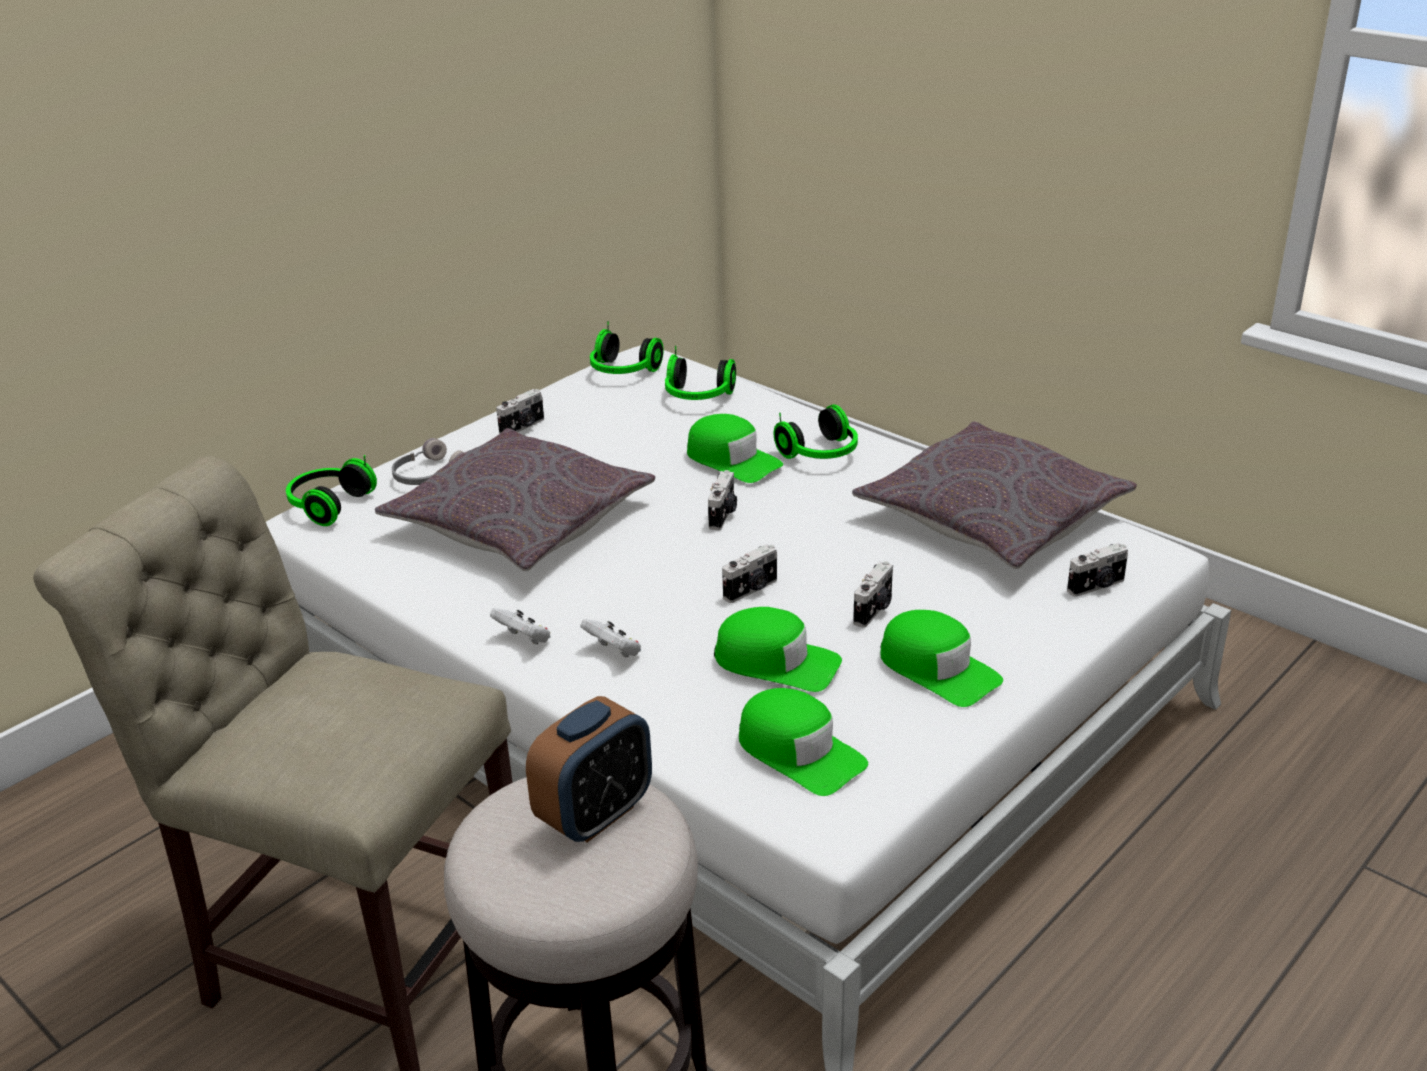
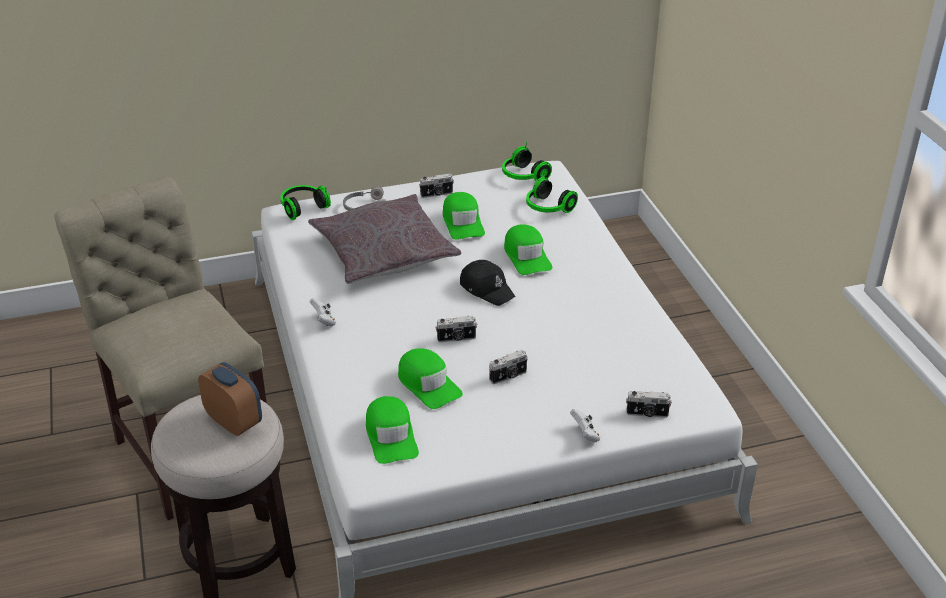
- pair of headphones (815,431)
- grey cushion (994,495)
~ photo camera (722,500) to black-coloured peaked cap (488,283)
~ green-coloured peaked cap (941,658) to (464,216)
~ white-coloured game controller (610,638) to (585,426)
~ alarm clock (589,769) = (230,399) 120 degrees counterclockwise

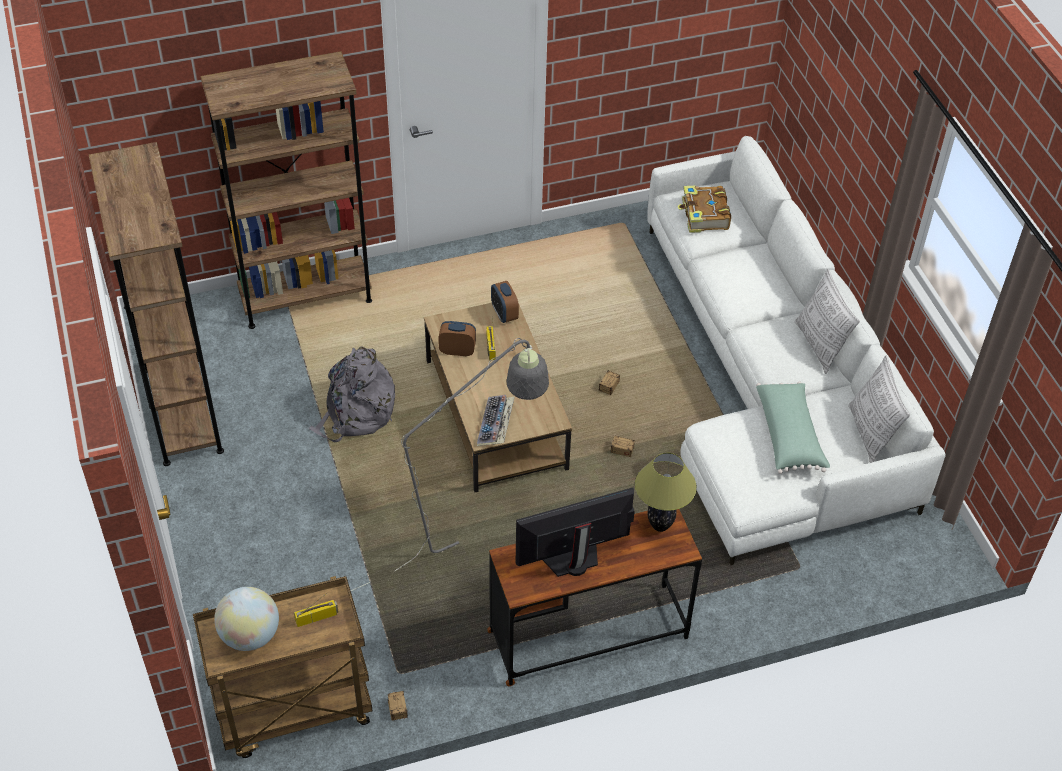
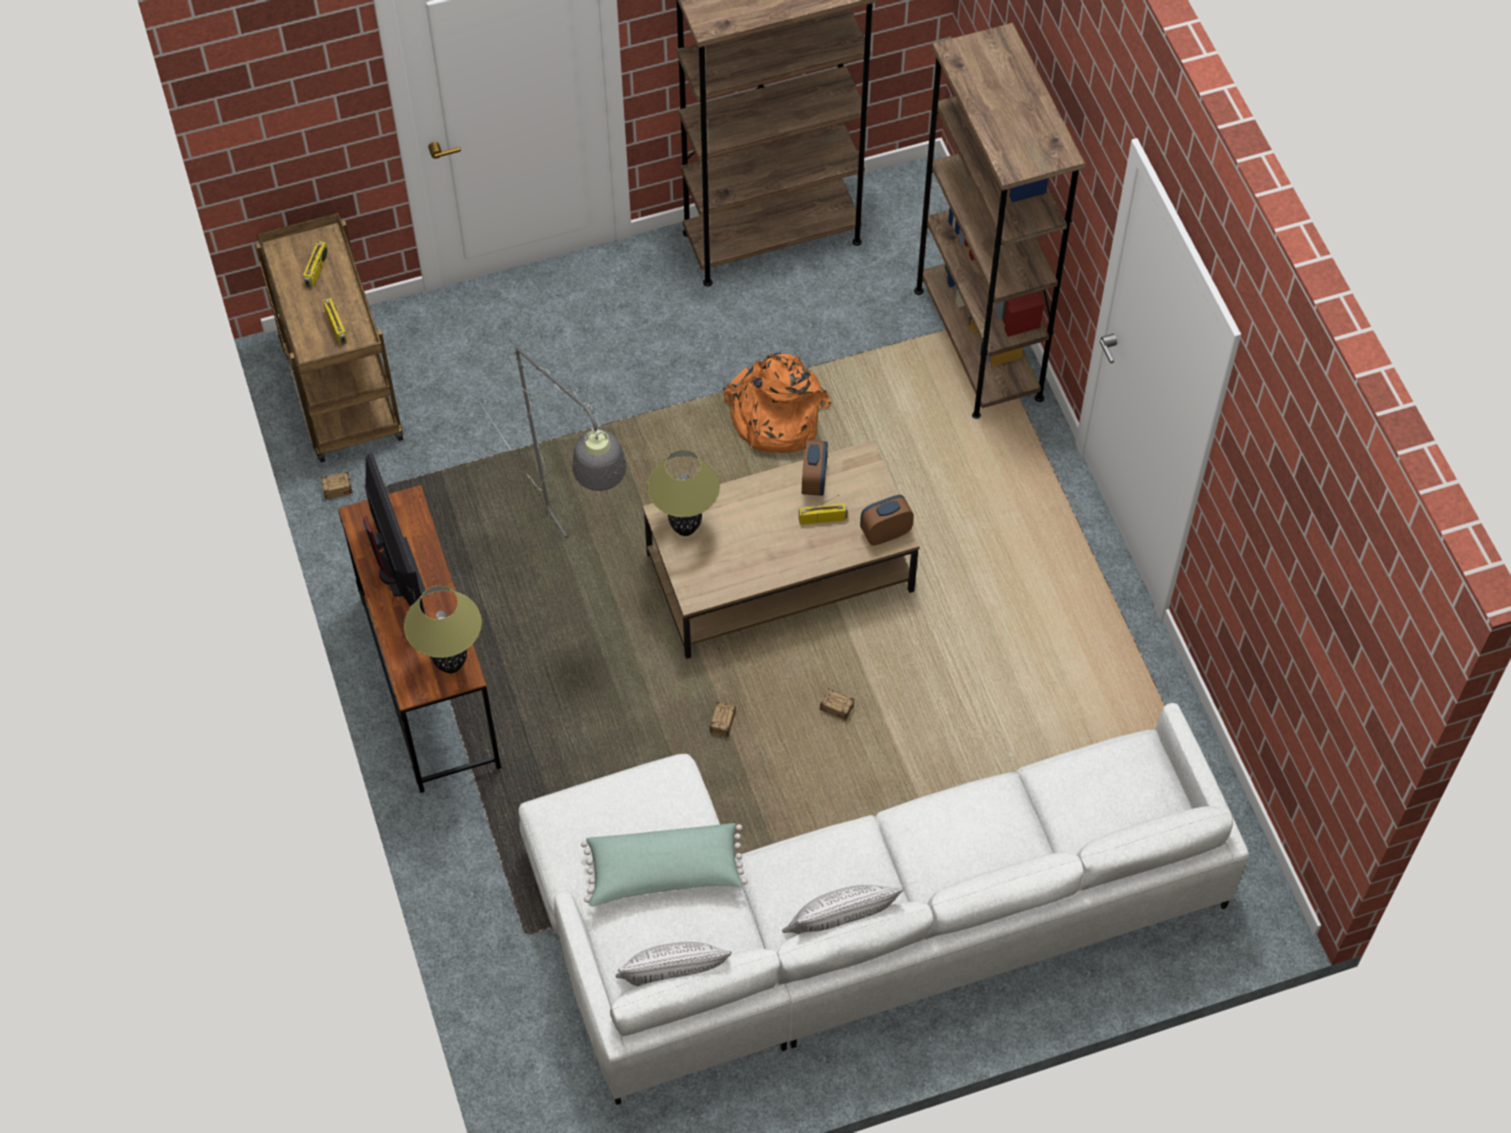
- bound book (704,209)
~ grey rucksack (352,394) to orange-coloured rucksack (777,403)
~ keyboard (496,420) to table lamp (684,493)
~ desk globe (246,619) to radio (315,264)

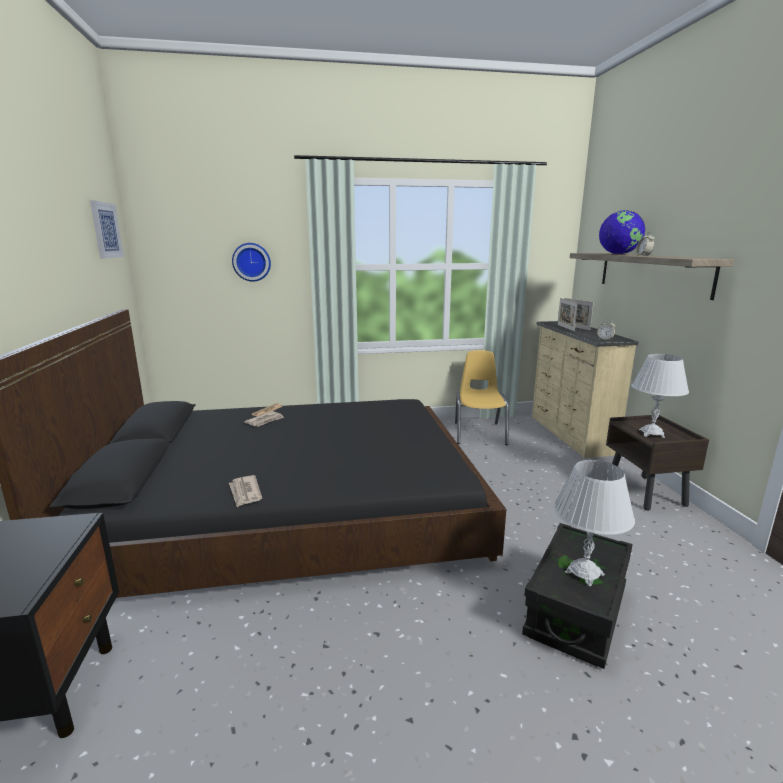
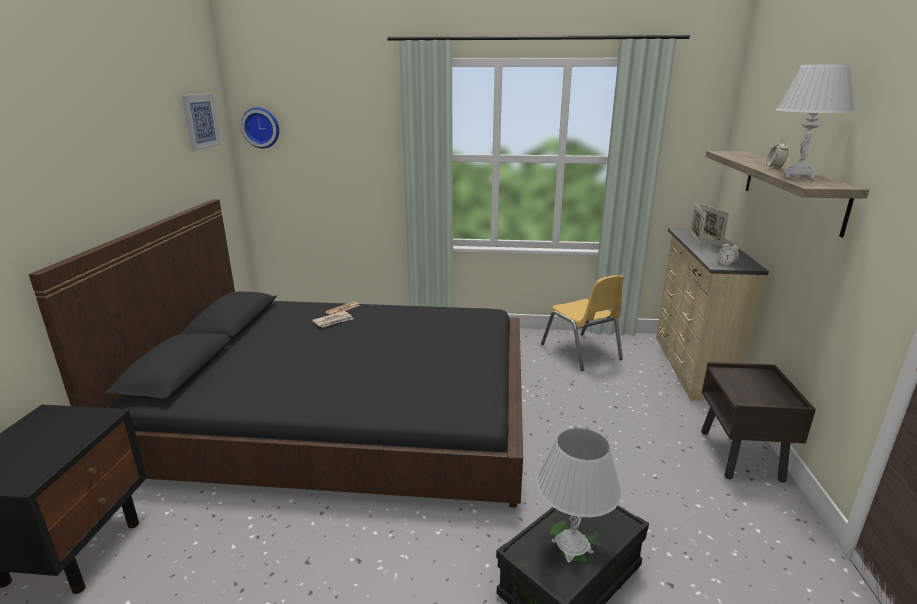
- desk globe (622,232)
~ clock on the wall (251,262) to (260,127)
~ yellow upright chair (482,397) = (582,323) 135 degrees clockwise
~ white-coloured table lamp (660,396) to (815,121)
- newspaper (245,491)

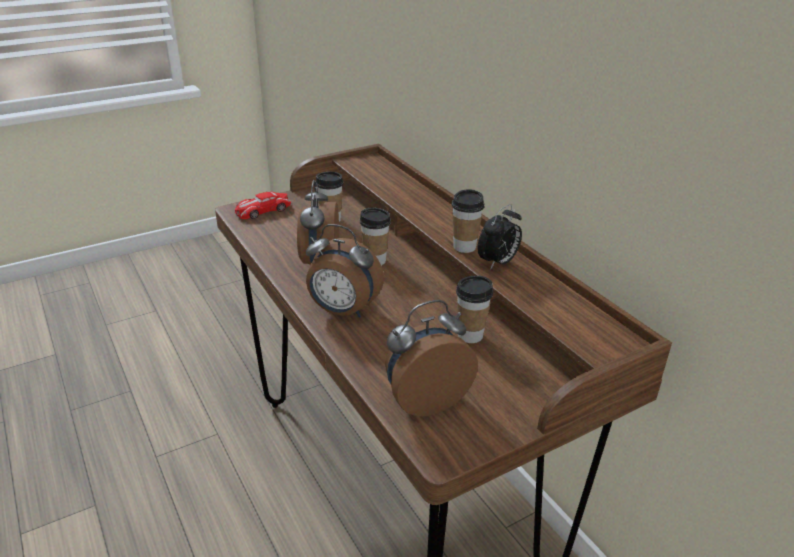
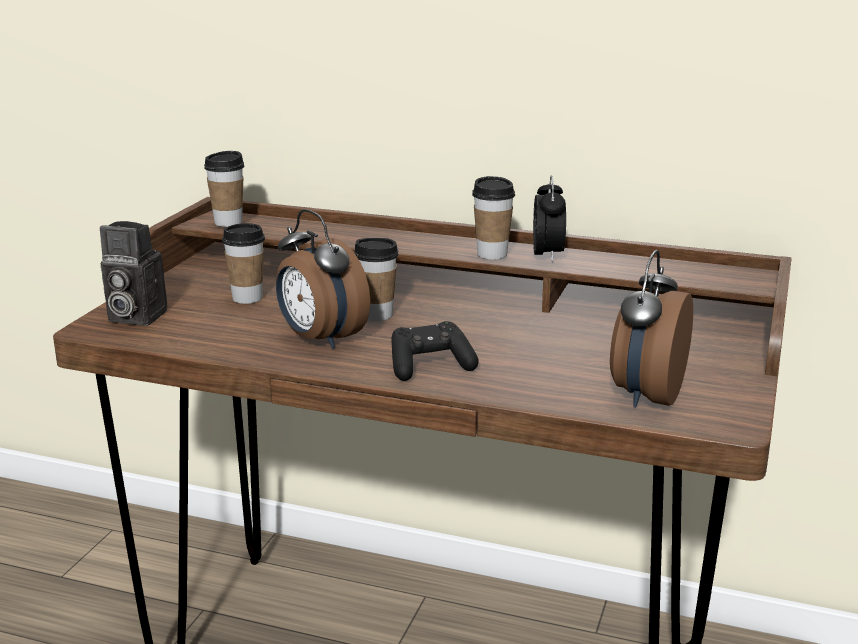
~ toy car (264,205) to photo camera (134,273)
~ alarm clock (345,271) to black-coloured game controller (435,351)
~ drinking cup (474,309) to (224,189)

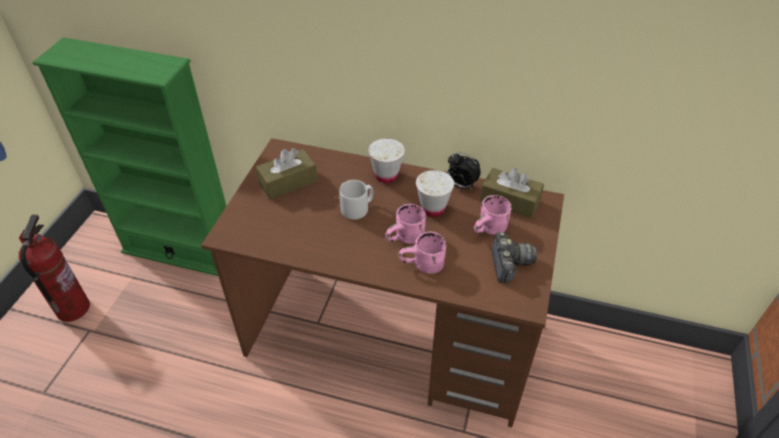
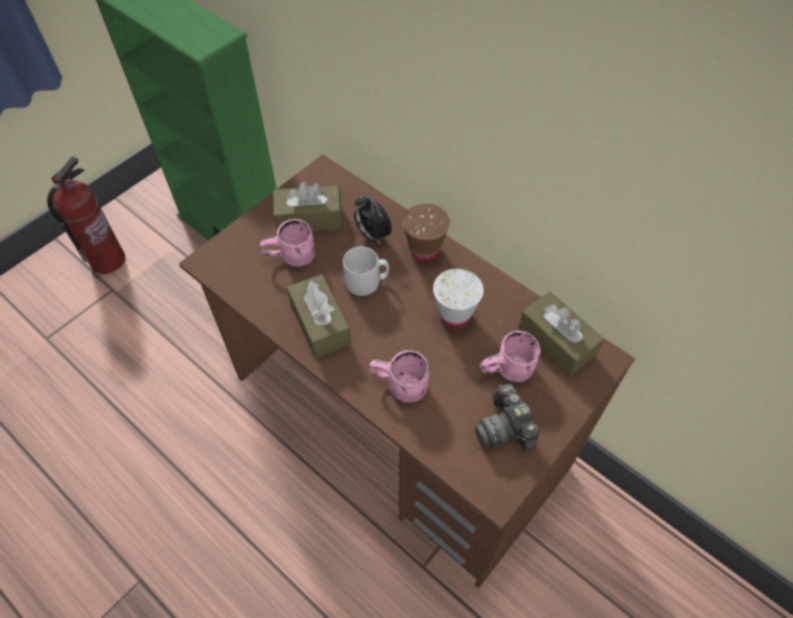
~ white-coloured drinking cup (386,160) to brown drinking cup (426,232)
~ alarm clock (464,171) to (373,220)
~ pink mug (405,224) to (287,243)
~ photo camera (514,257) = (507,416) 135 degrees clockwise
+ brown tissue holder (319,316)

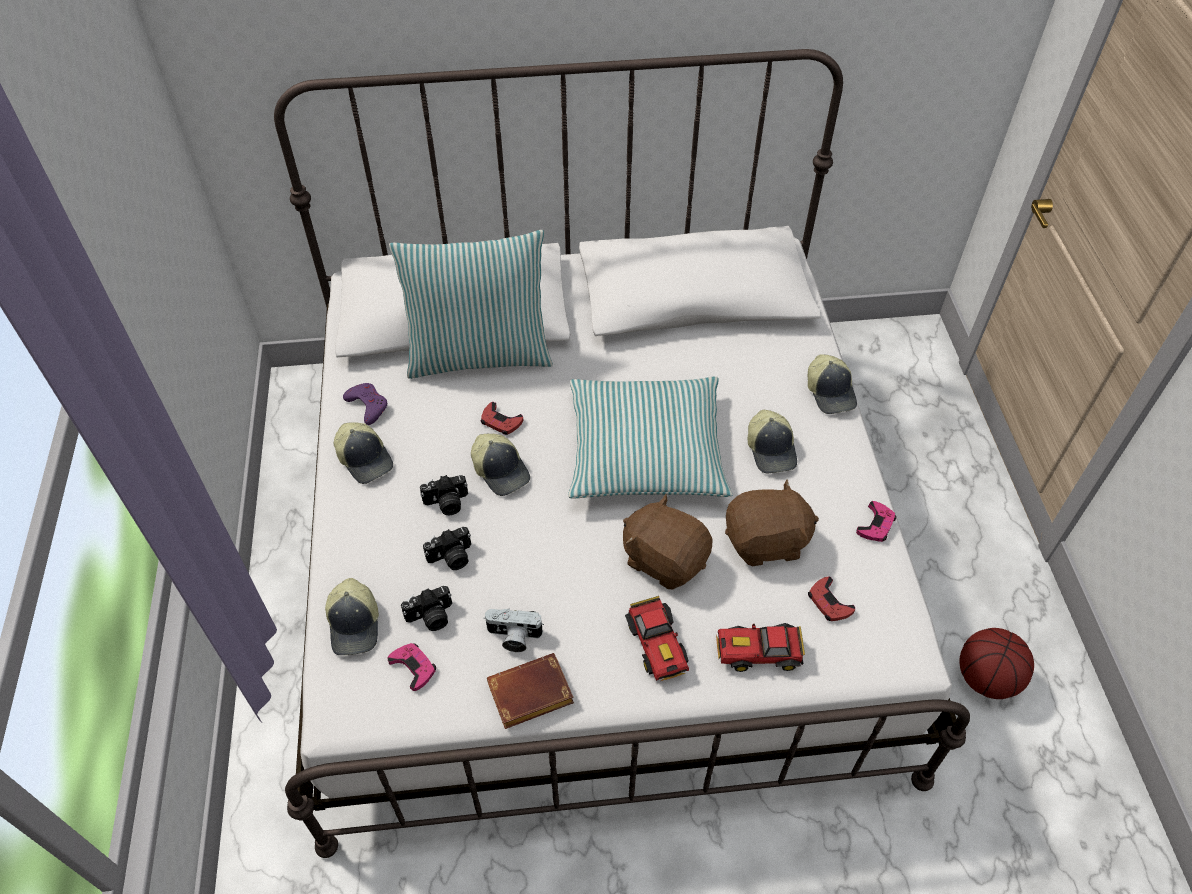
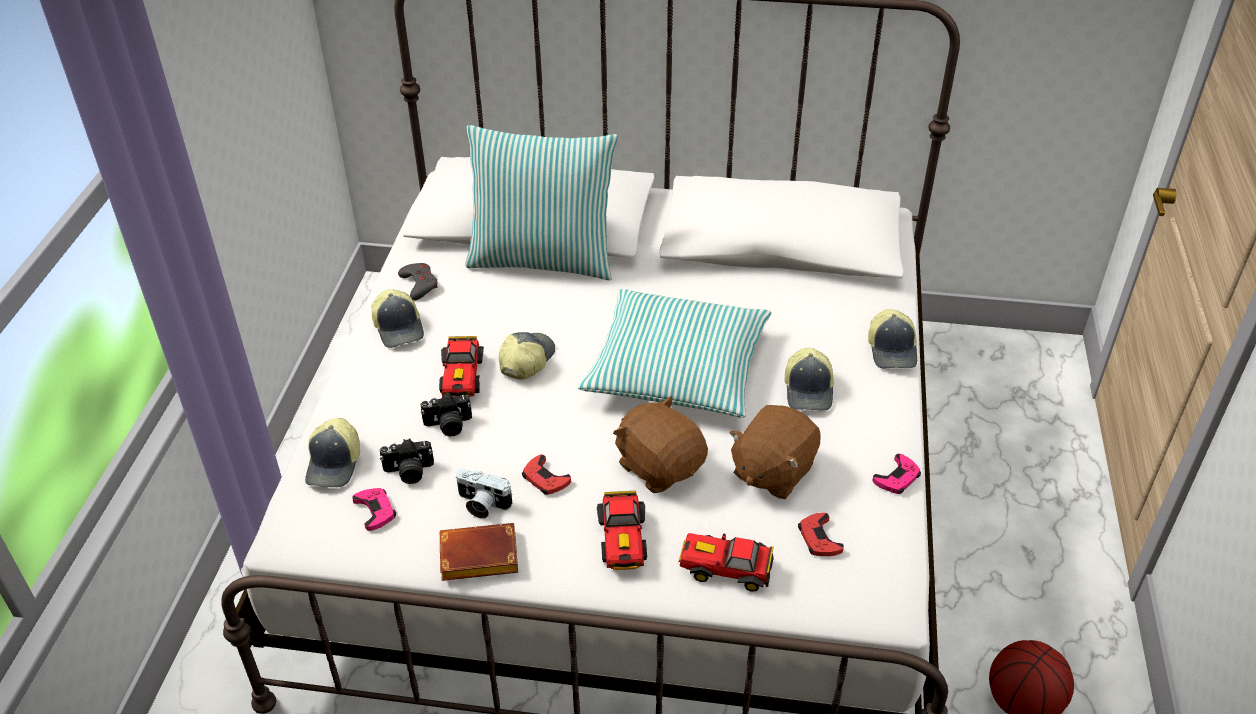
~ purplish game controller (365,404) to grey game controller (418,281)
~ red-coloured game controller (502,418) to (546,474)
~ peaked cap (500,465) = (527,356) 135 degrees counterclockwise
~ photo camera (444,495) to toy car (461,366)
~ brown soft toy (772,522) = (775,452) 120 degrees clockwise

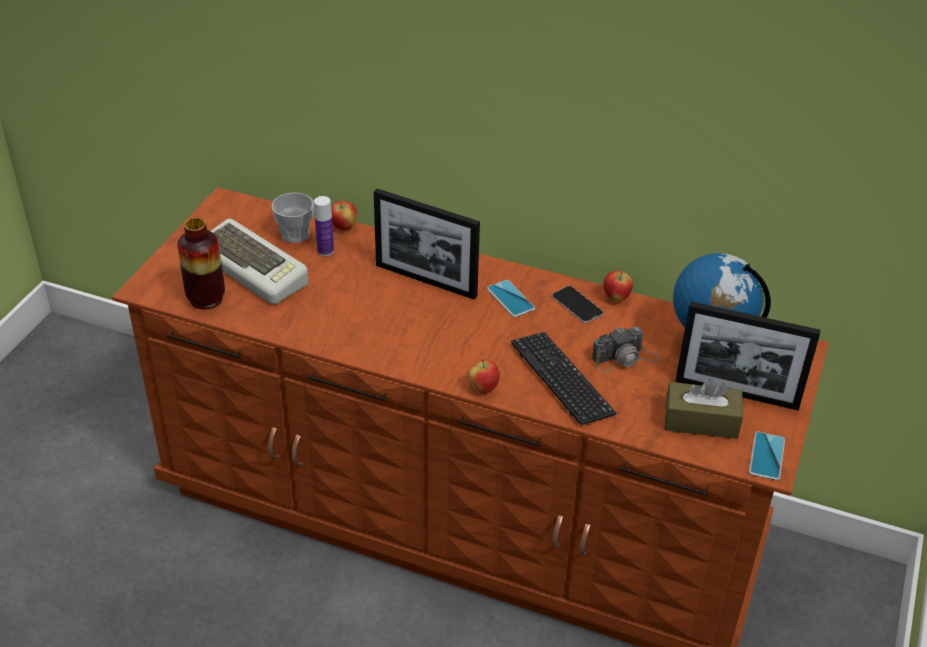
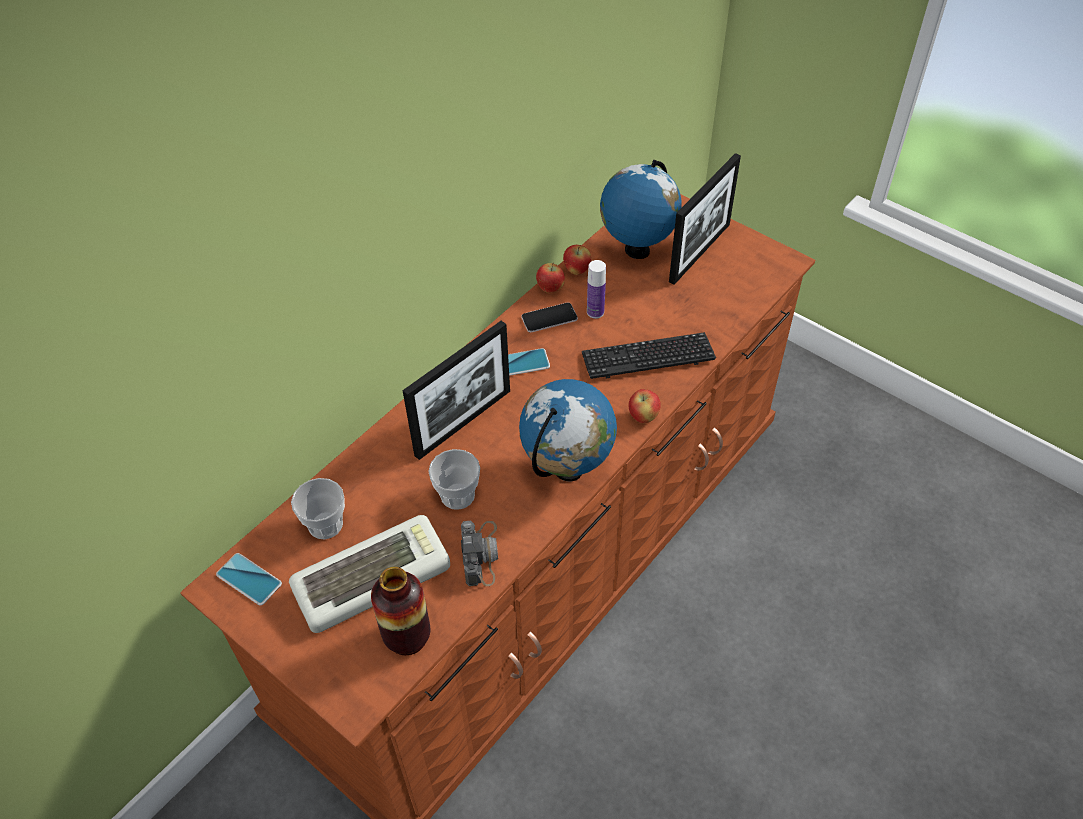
~ bottle (324,226) to (596,289)
~ whole apple (344,215) to (577,260)
~ photo camera (626,349) to (479,553)
- brown tissue holder (704,408)
~ telephone (767,456) to (249,579)
+ desk globe (568,430)
+ drinking cup (454,479)

